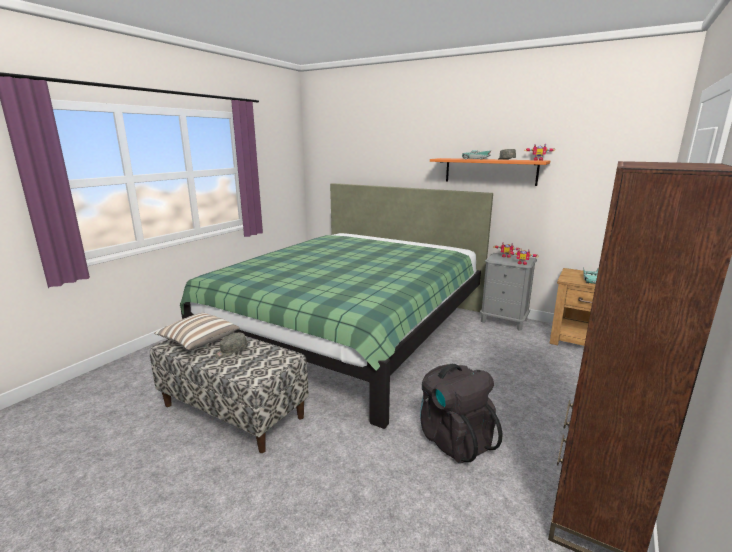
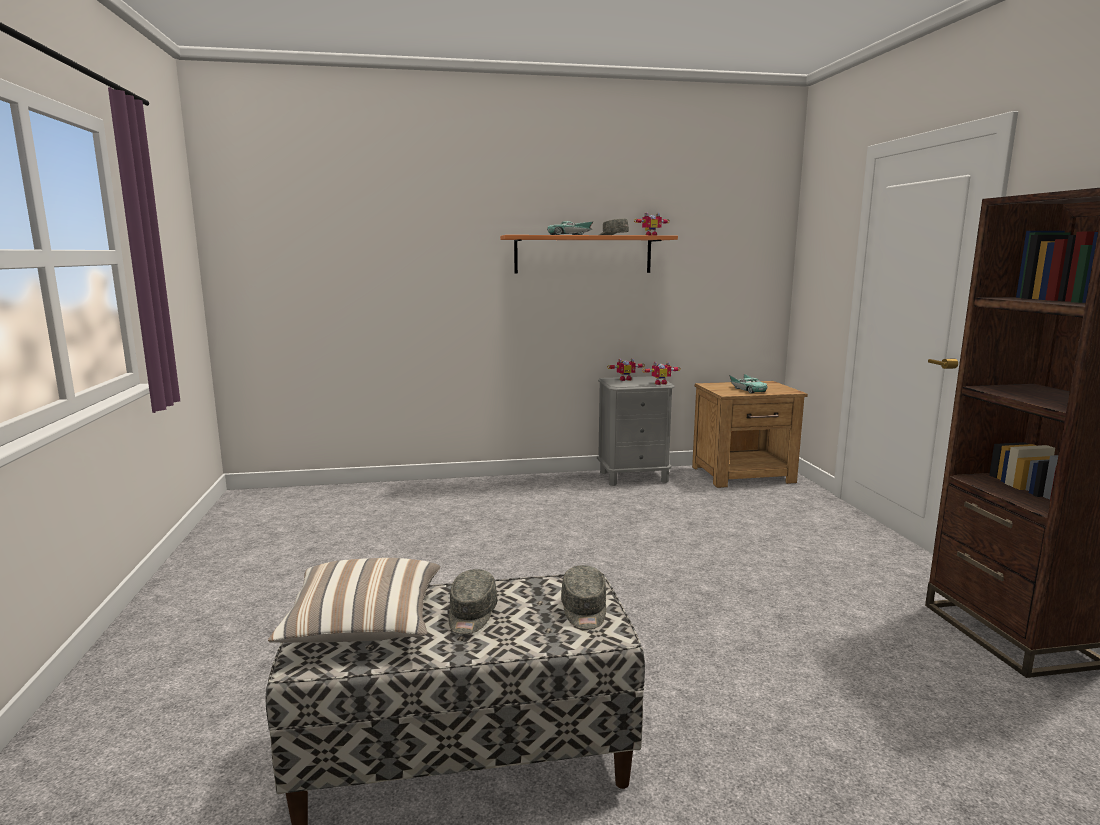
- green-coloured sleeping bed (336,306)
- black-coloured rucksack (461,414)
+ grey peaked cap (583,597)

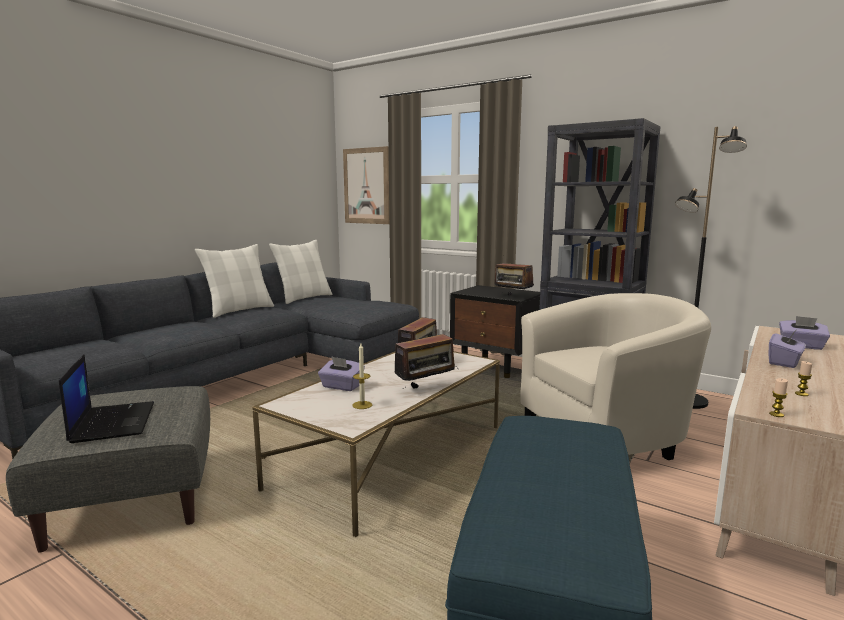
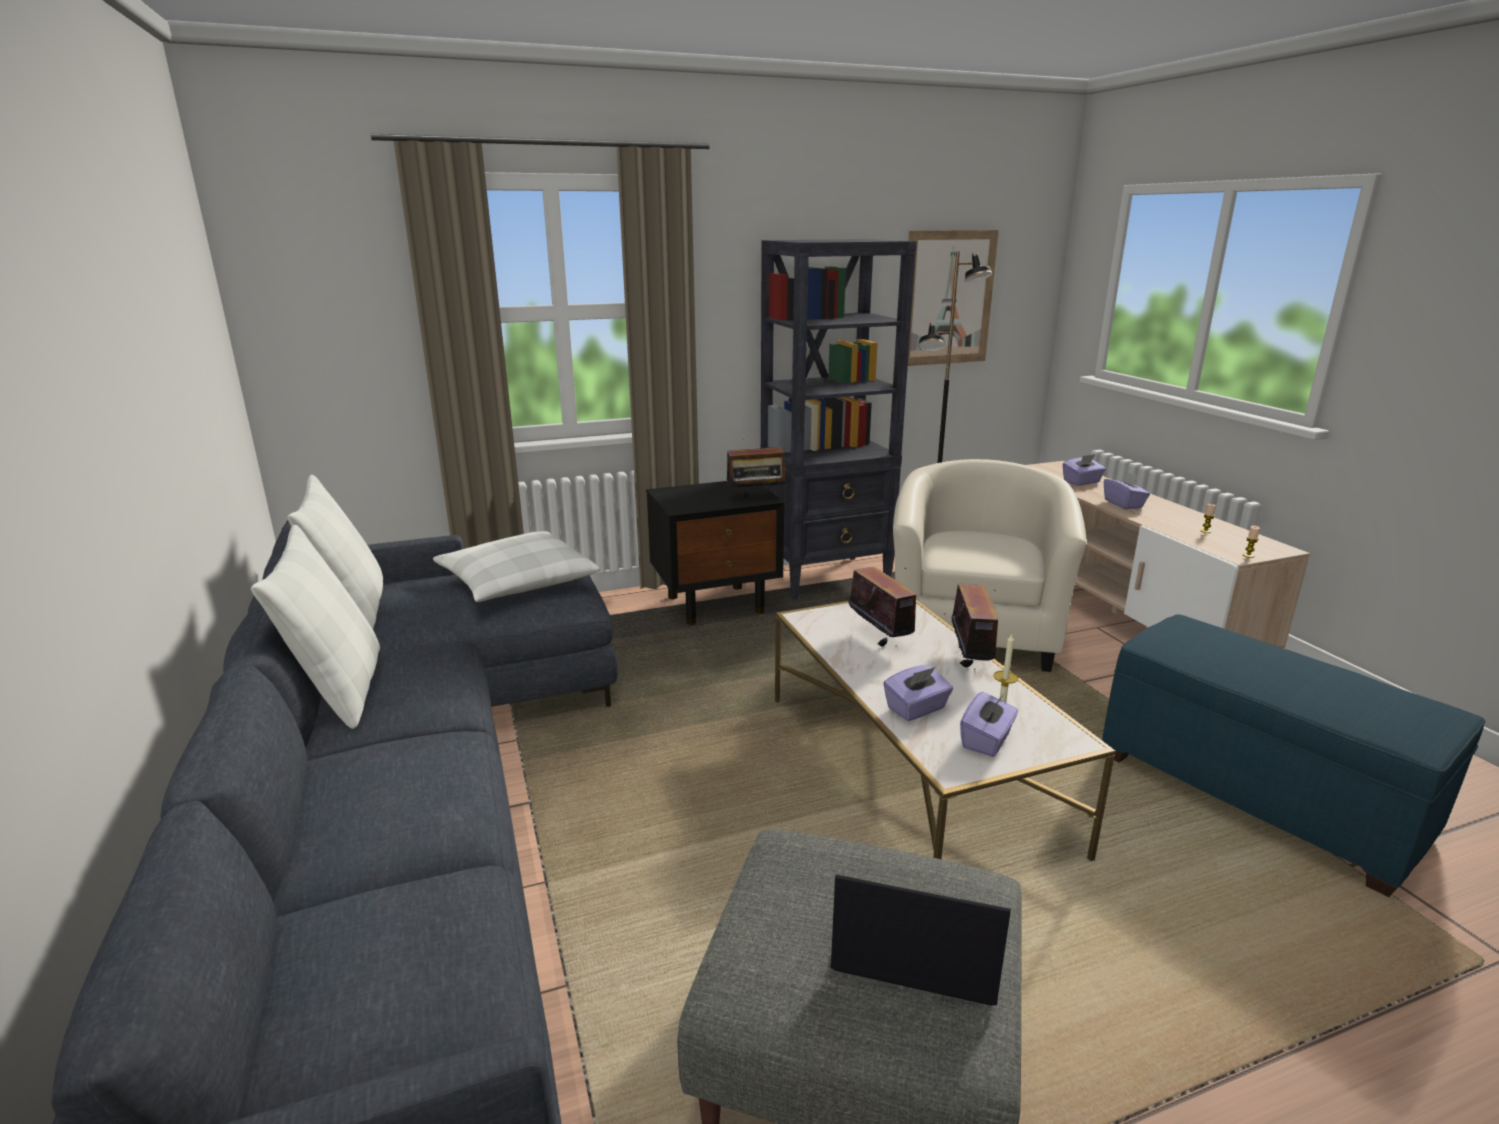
~ wall picture (366,185) to (953,298)
+ white-coloured cushion (516,566)
+ purplish tissue holder (989,724)

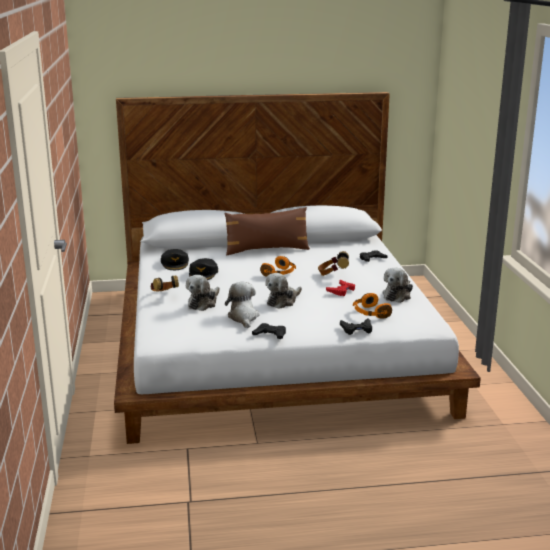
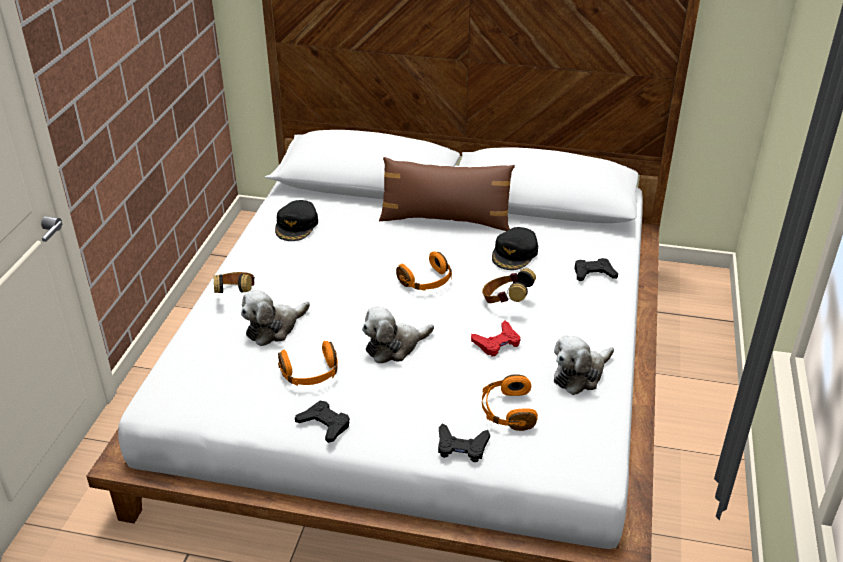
~ black-coloured peaked cap (203,269) to (515,248)
~ soft toy (242,305) to orange-coloured pair of headphones (308,363)

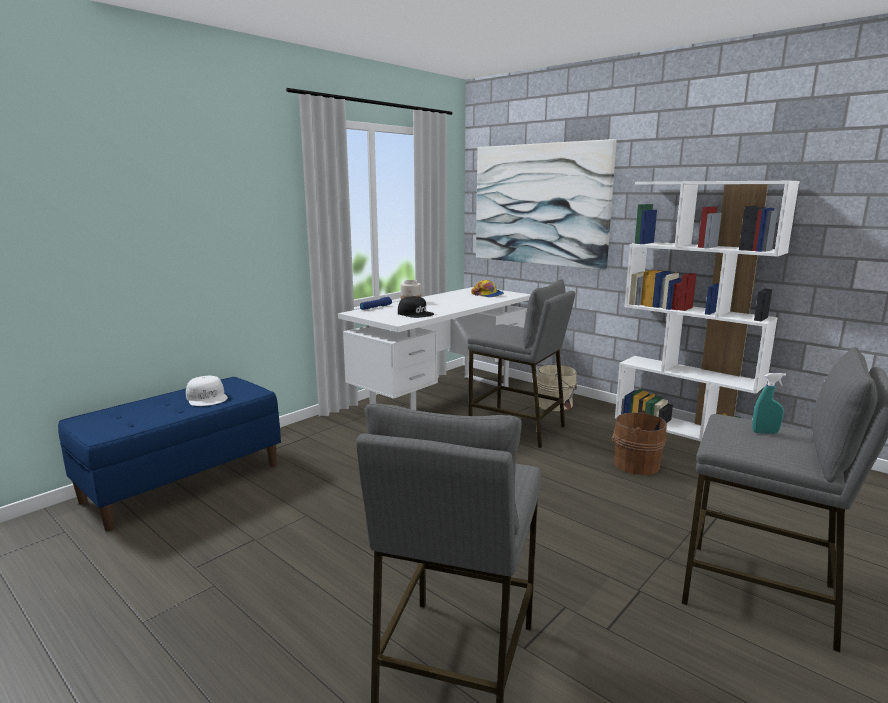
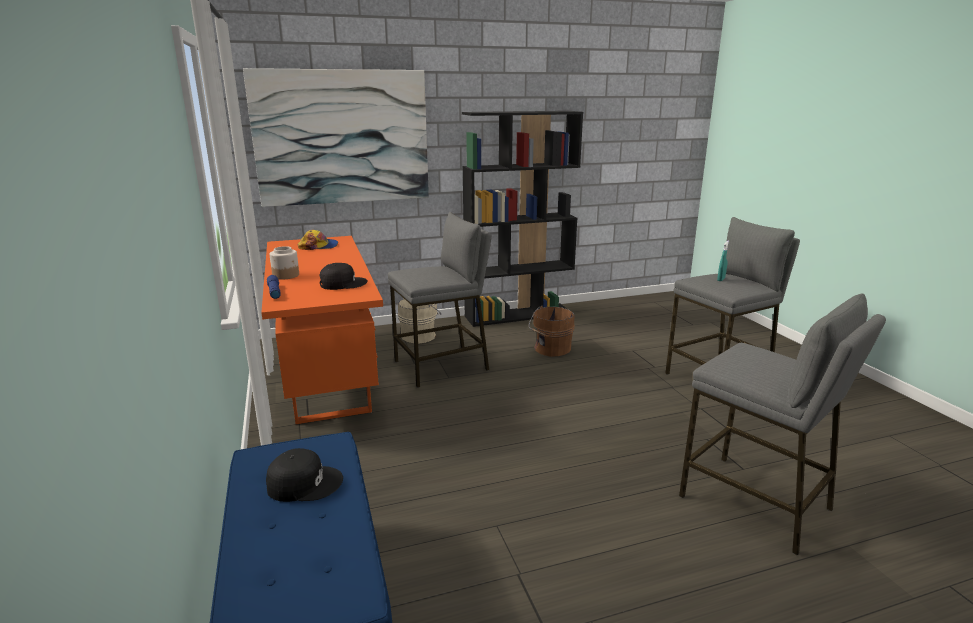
~ white-coloured bookcase (707,311) to black-coloured bookcase (522,219)
~ white-coloured desk unit (434,348) to orange-coloured desk unit (322,330)
~ white-coloured peaked cap (207,391) to black-coloured peaked cap (304,475)

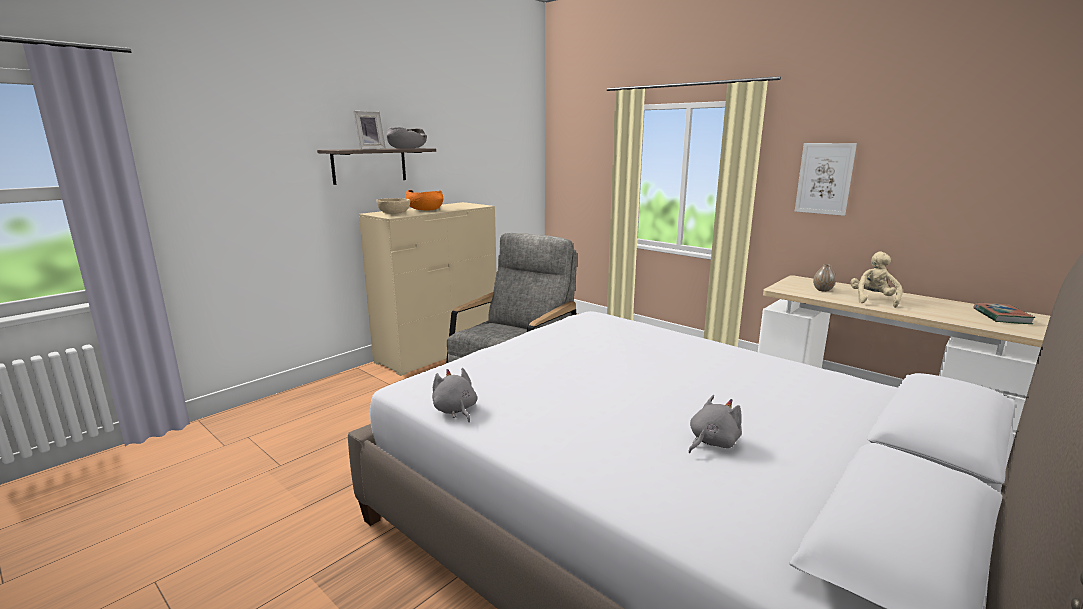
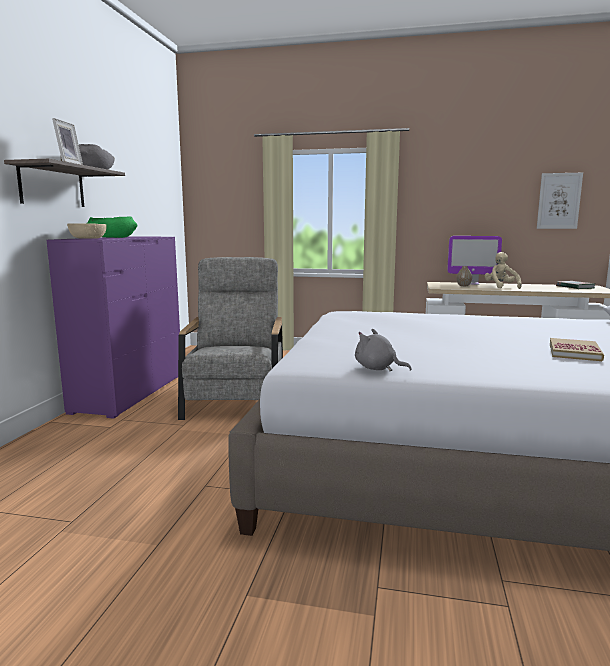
~ wall picture (826,179) to (560,201)
~ orange-coloured deep dish (424,200) to green-coloured deep dish (112,227)
~ beige-coloured chest of drawers (428,289) to purplish chest of drawers (113,327)
~ grey soft toy (715,424) to bound book (577,349)
+ computer display (474,260)

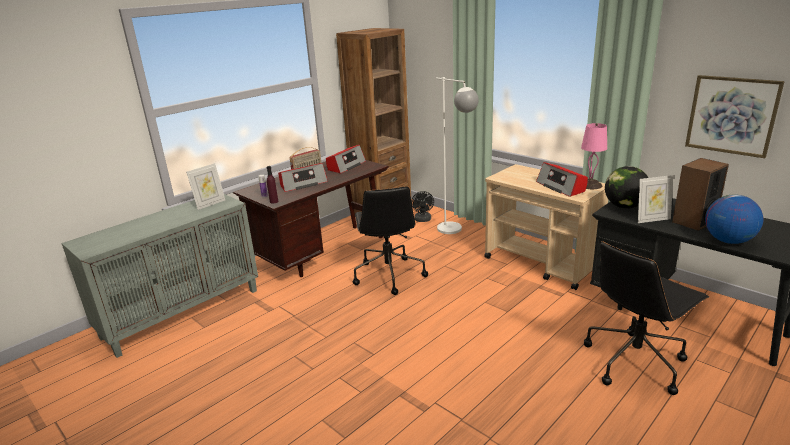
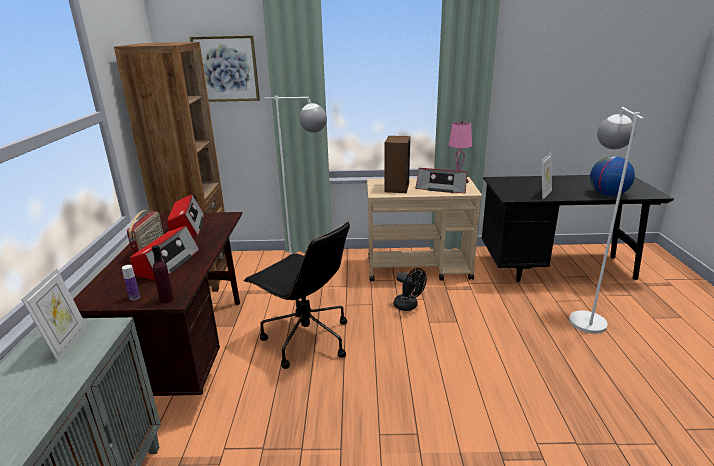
~ wall picture (735,116) to (225,68)
~ loudspeaker (700,194) to (397,164)
- desk globe (626,187)
~ black-coloured electric fan (422,206) to (410,289)
~ black-coloured computer chair (646,318) to white-coloured standard lamp (606,220)

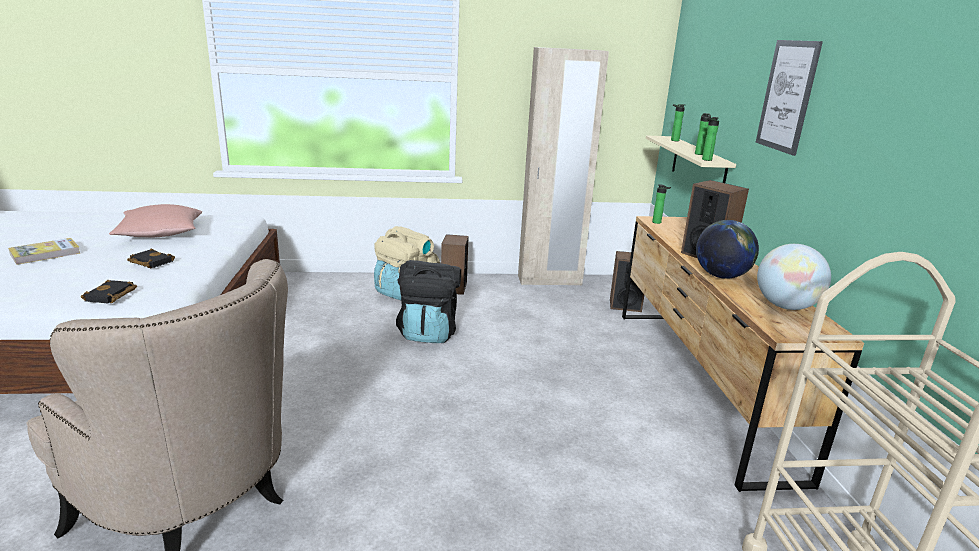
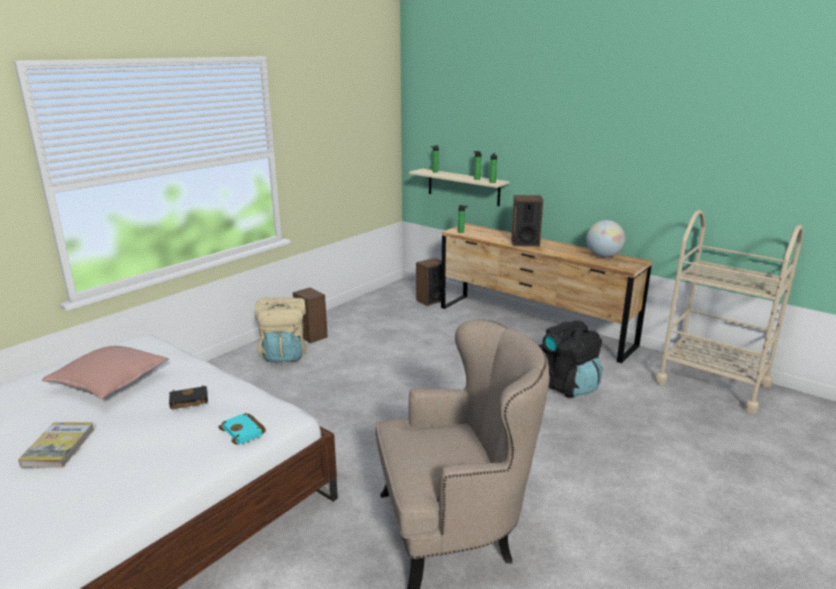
- wall picture (789,98)
- beige-coloured armoire (563,166)
- desk globe (727,249)
~ black-coloured rucksack (428,301) to (570,359)
~ black-coloured bound book (109,291) to blue-green bound book (242,429)

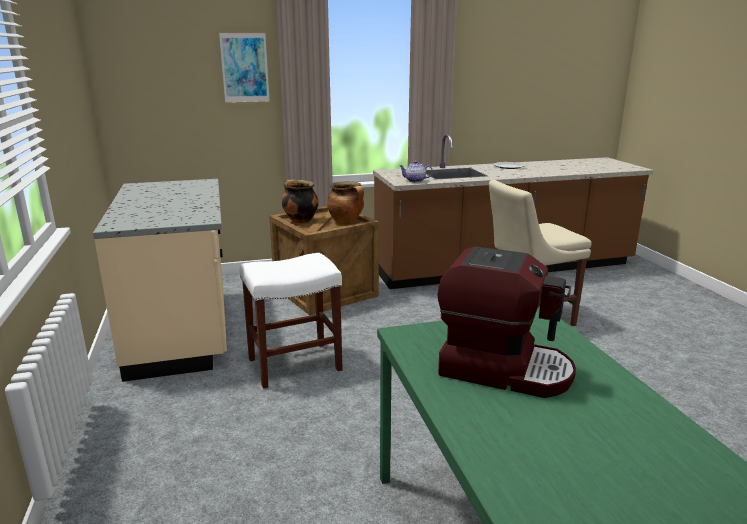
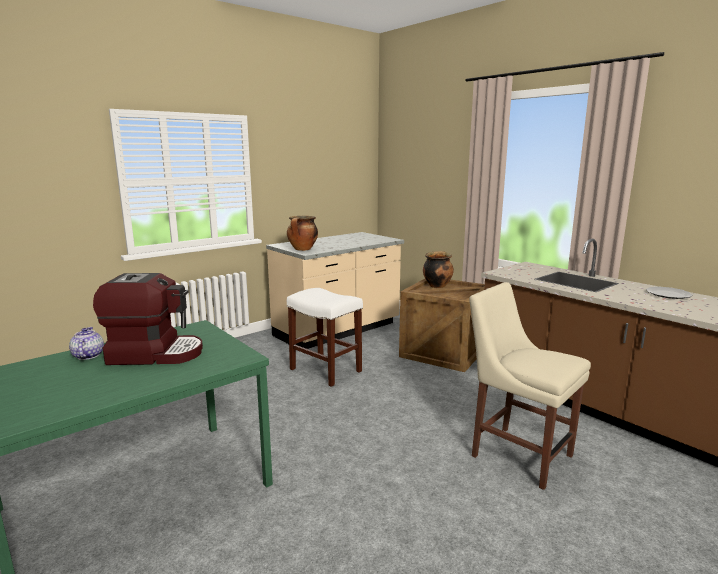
- wall picture (244,68)
~ tea pot (416,171) to (86,343)
~ saucepot (345,203) to (302,233)
~ coffee machine (507,322) = (148,319) 90 degrees counterclockwise

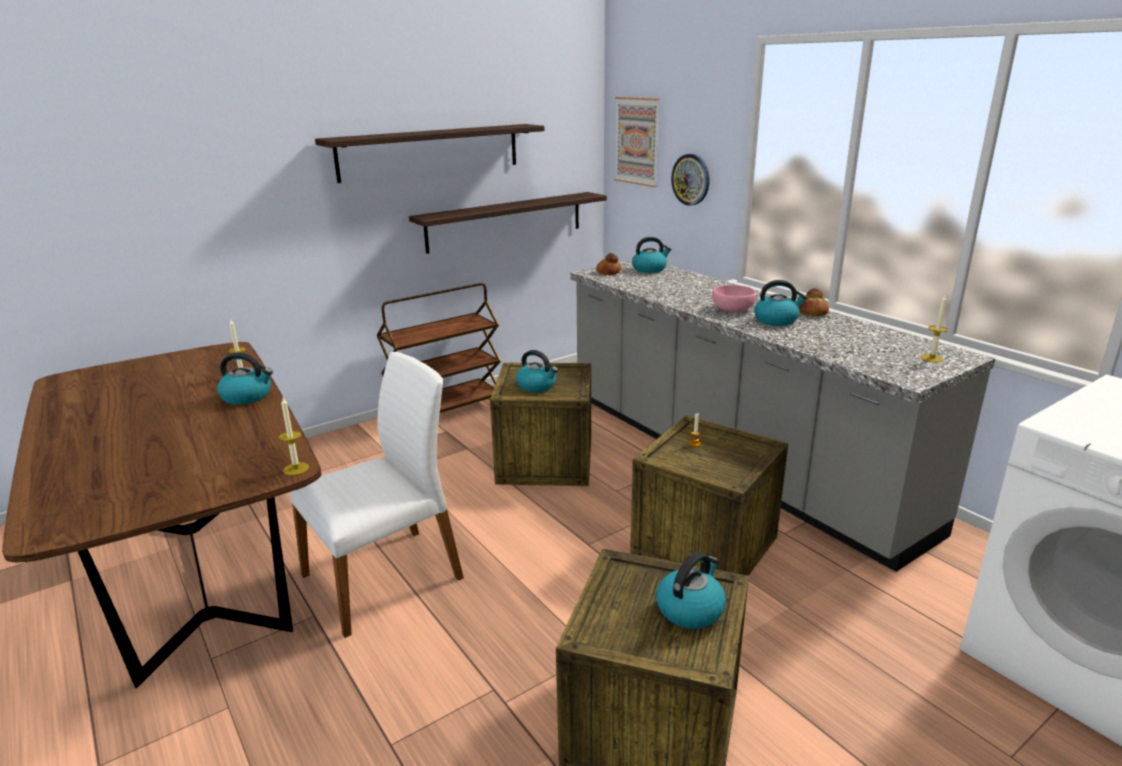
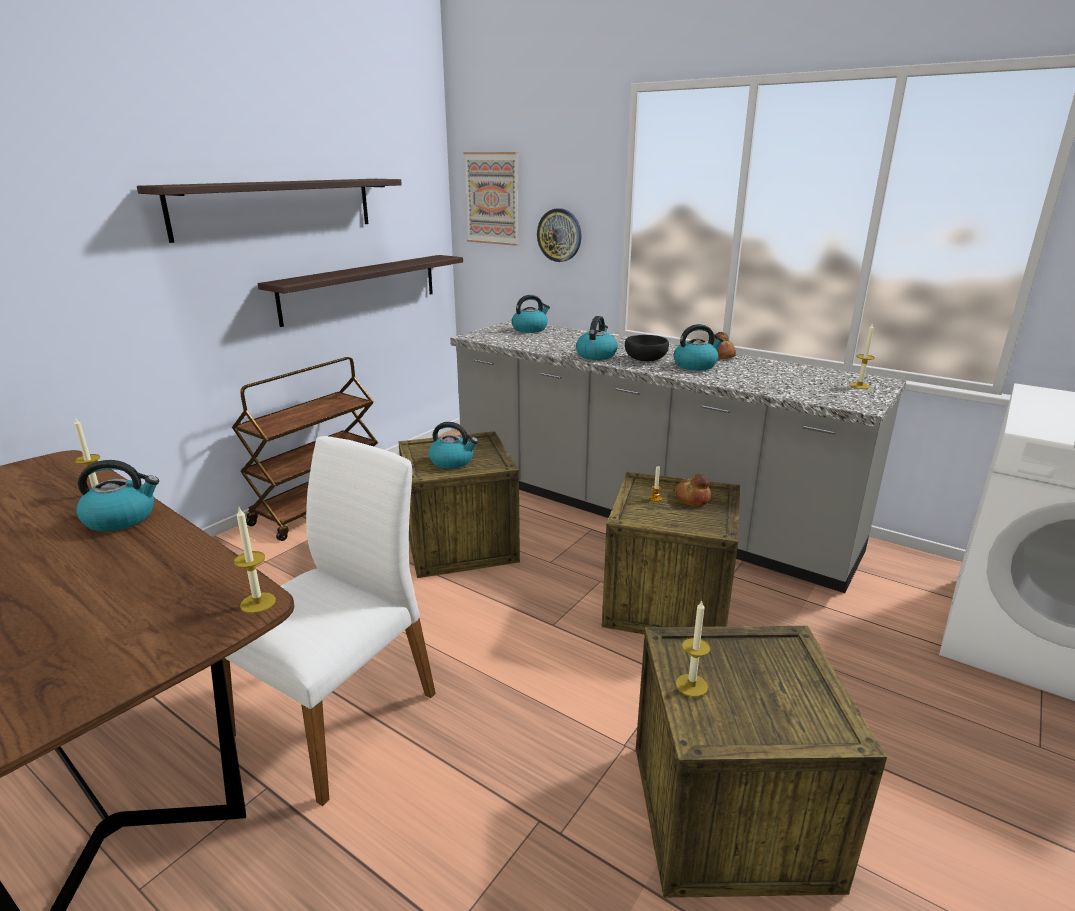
~ baked bread (608,264) to (693,490)
~ pink deep dish (734,298) to black-coloured deep dish (647,348)
~ tea kettle (691,590) to (597,338)
+ wax candle (693,648)

